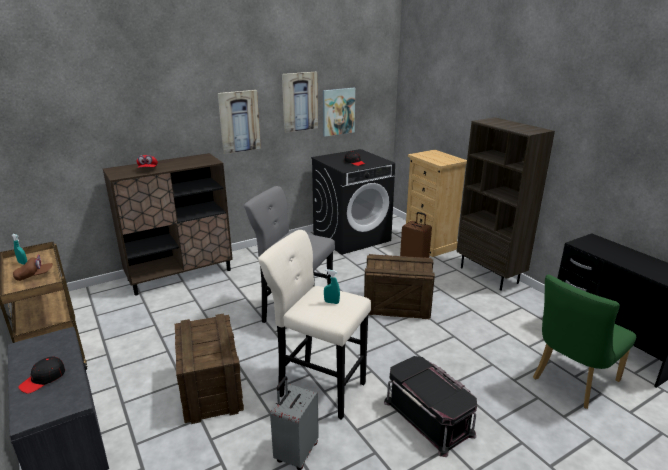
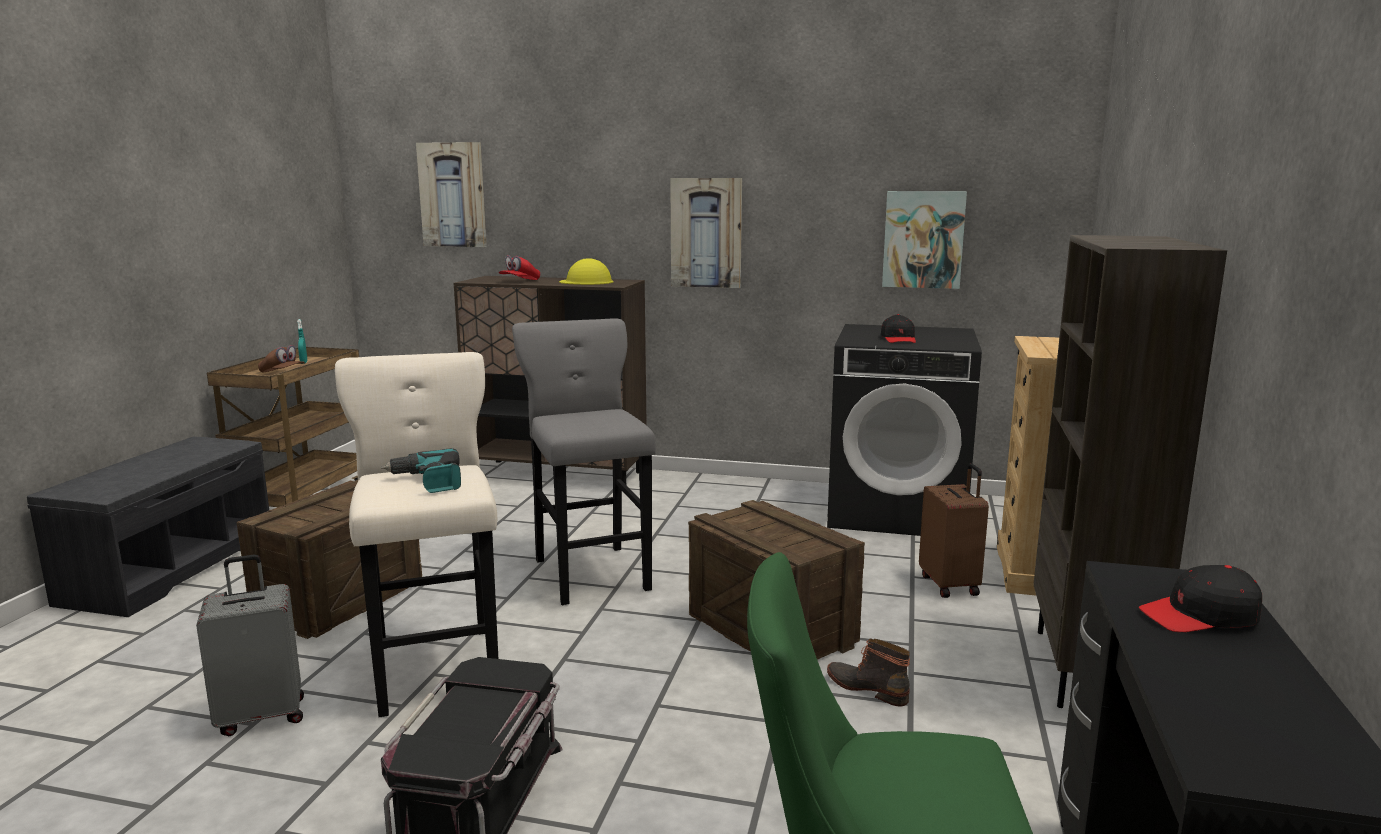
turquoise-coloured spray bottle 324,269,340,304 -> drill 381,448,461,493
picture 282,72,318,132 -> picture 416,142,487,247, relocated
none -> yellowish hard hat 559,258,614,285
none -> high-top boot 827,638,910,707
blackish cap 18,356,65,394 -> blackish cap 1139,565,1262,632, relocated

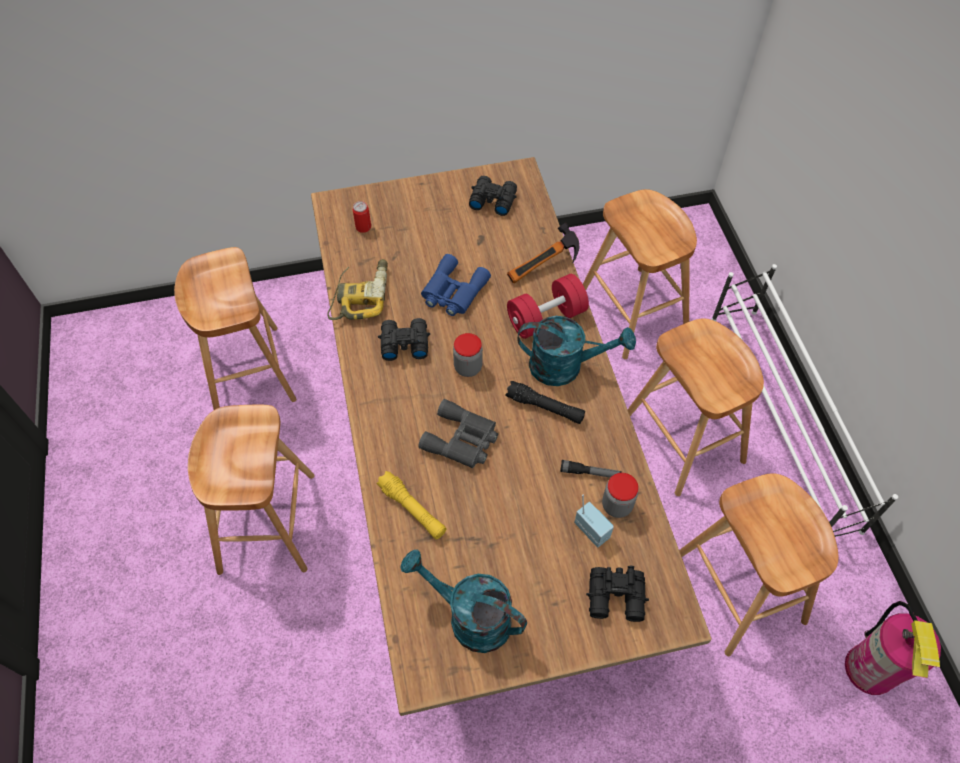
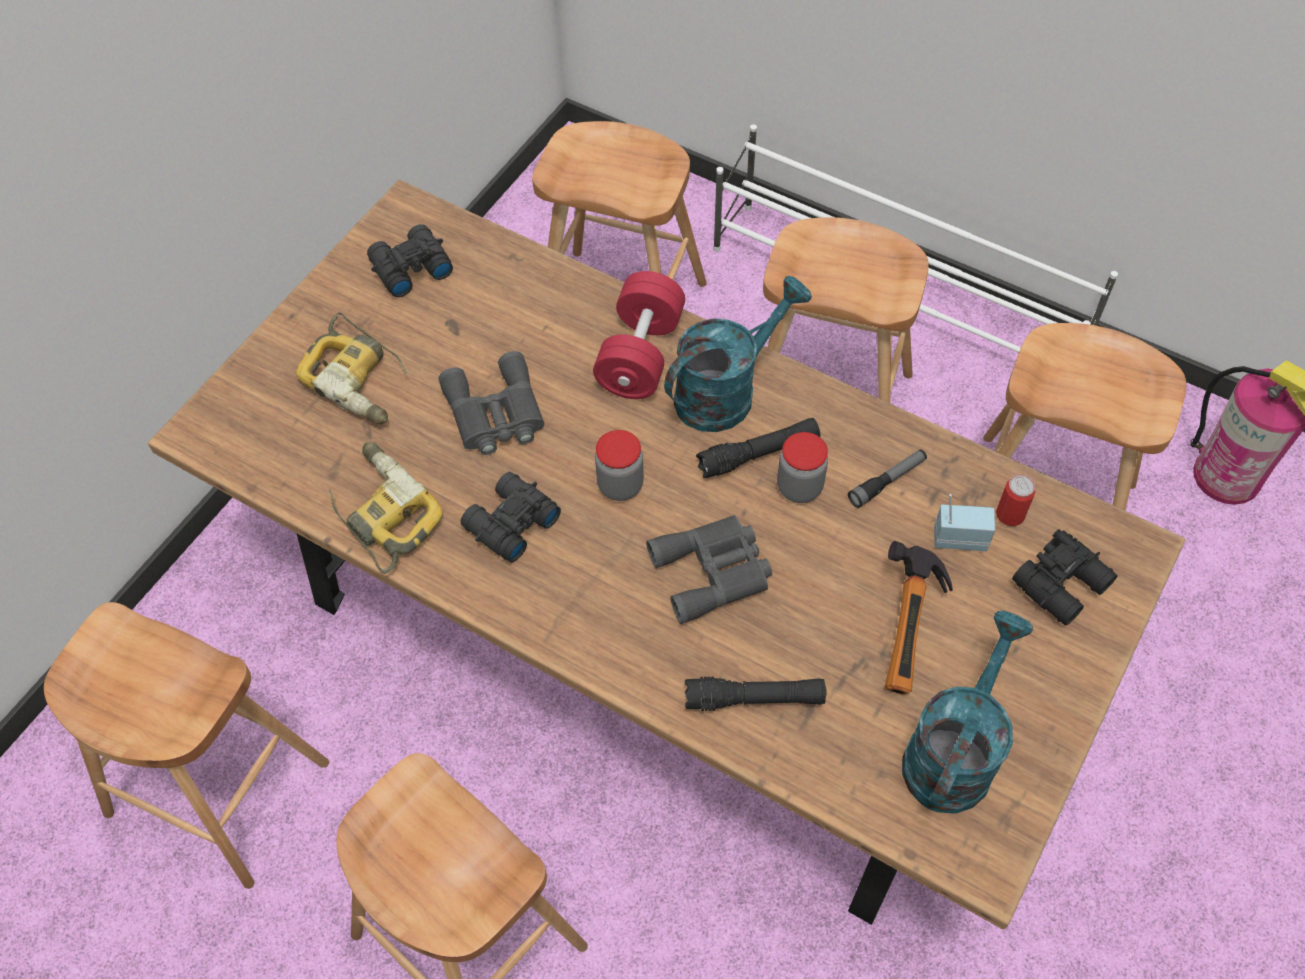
none -> drill 296,313,408,425
bluish binoculars 421,254,491,316 -> gray binoculars 439,351,544,455
yellowish torch 376,471,447,540 -> blackish torch 685,677,827,711
jar 602,473,638,518 -> jar 777,432,828,503, relocated
hand hammer 507,223,580,283 -> hand hammer 885,541,953,694, relocated
turquoise-coloured watering pot 400,549,527,653 -> turquoise-coloured watering pot 902,611,1033,814, 135 degrees clockwise
sealed can 353,201,371,233 -> sealed can 996,474,1036,526, relocated

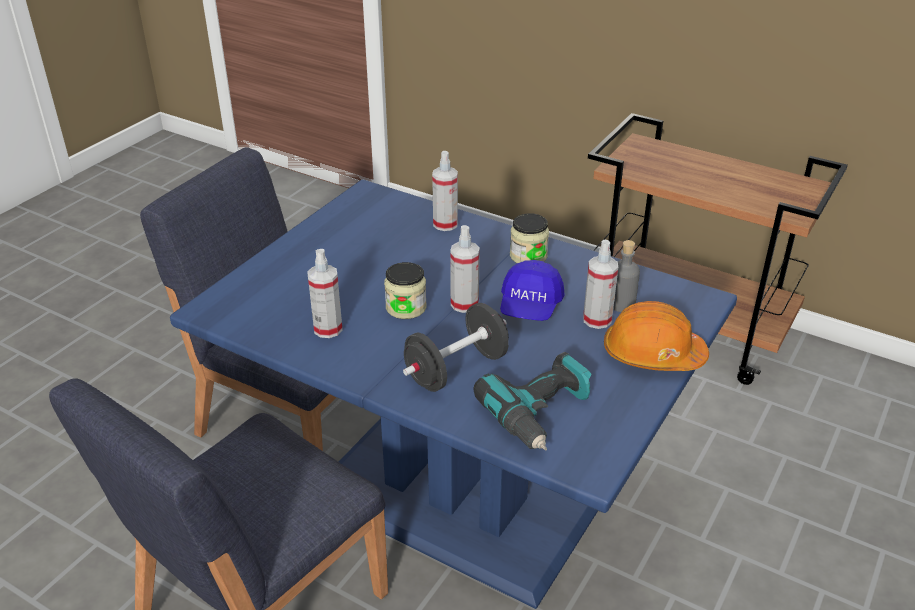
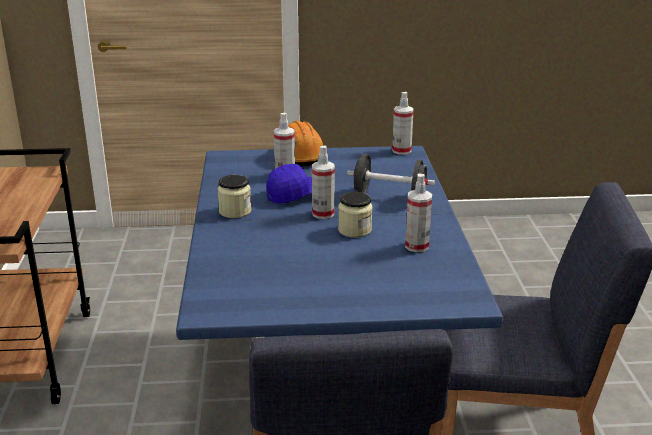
spray bottle 432,151,458,231 -> spray bottle 392,92,414,155, relocated
drill 474,352,591,451 -> none
gray bottle 613,240,640,312 -> none

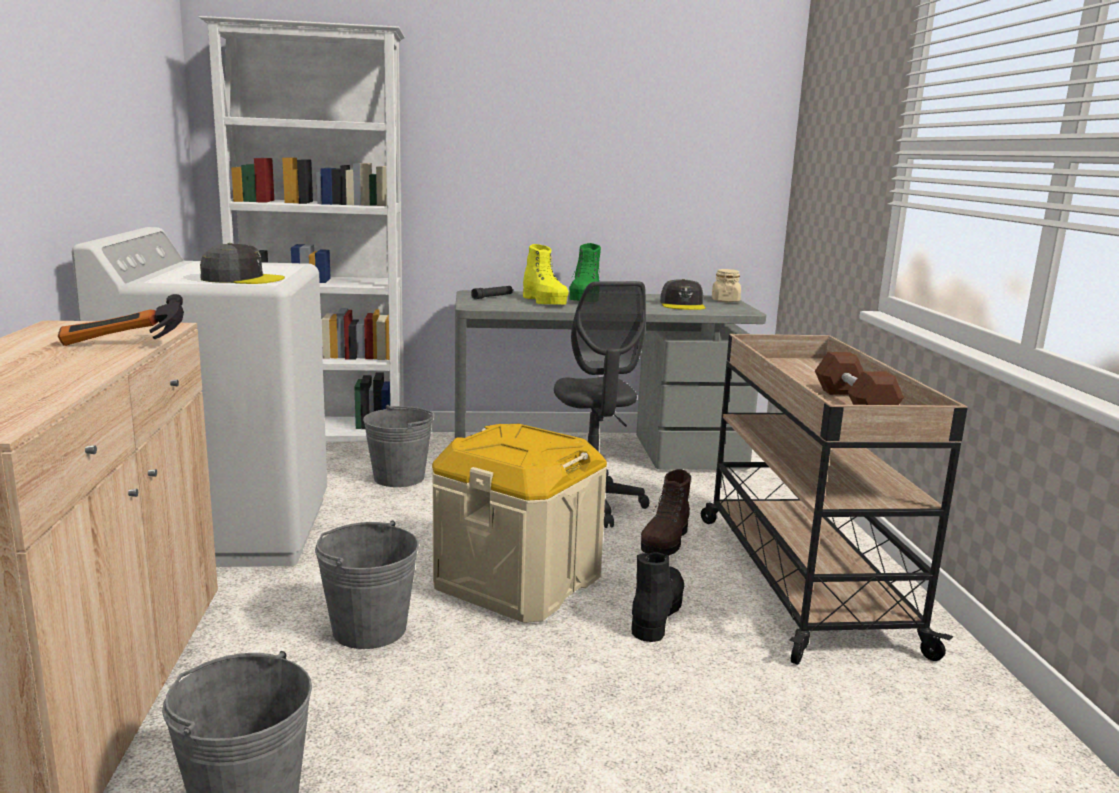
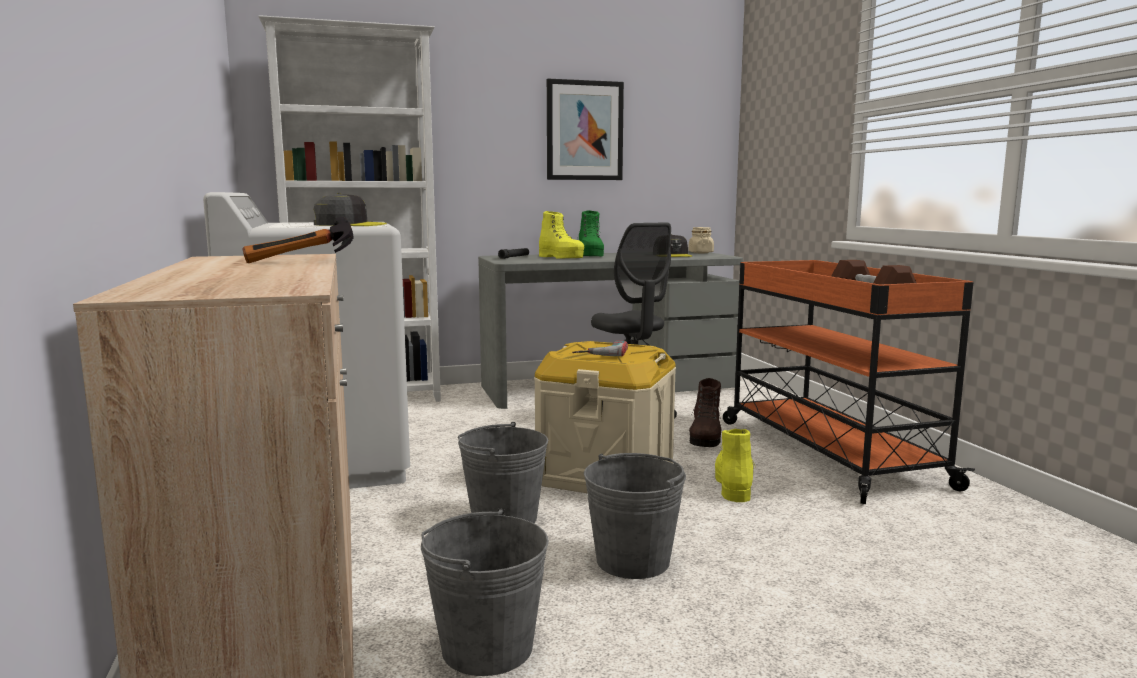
none -> picture 547,79,624,180
none -> drill 572,341,628,356
gray pail 363,405,433,487 -> gray pail 584,453,686,579, relocated
blackish high-top boot 632,552,684,642 -> yellowish high-top boot 715,429,756,502
sand-coloured wheeled cart 701,334,968,665 -> orange wheeled cart 723,260,975,504

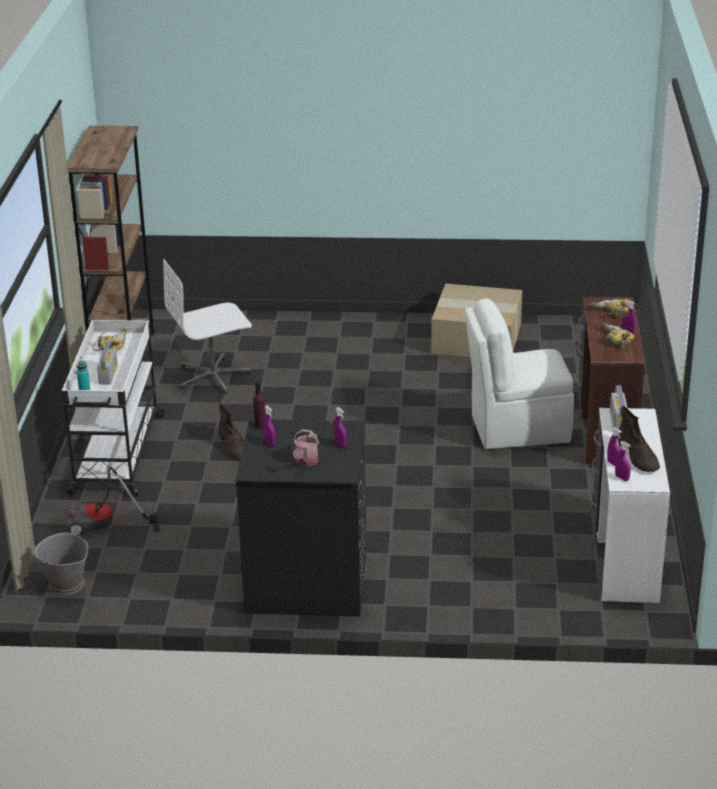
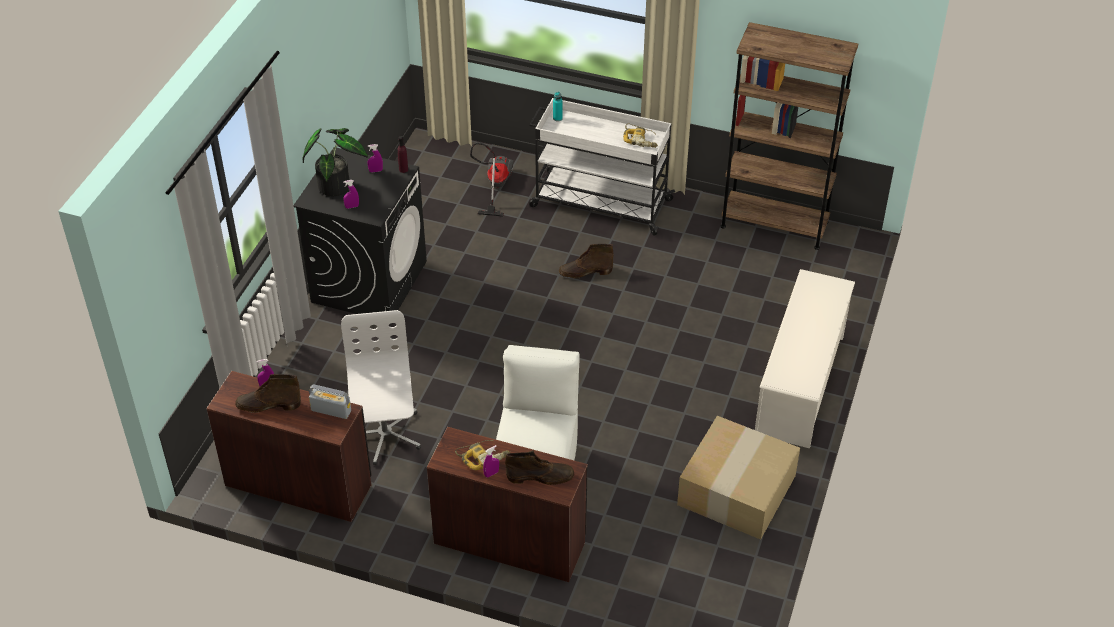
white-coloured desk table 590,408,670,603 -> brown desk table 207,371,372,522
watering pot 293,429,319,467 -> plant in a pot 303,128,368,196
white-coloured desk chair 163,259,252,393 -> white-coloured desk chair 341,310,421,465, relocated
drill 589,299,639,317 -> brown high-top boot 505,450,574,485
none -> white-coloured shoe rack 755,269,855,449
gray pail 34,530,88,595 -> none
radio receiver 97,341,118,384 -> none
purple-coloured spray bottle 615,441,631,481 -> none

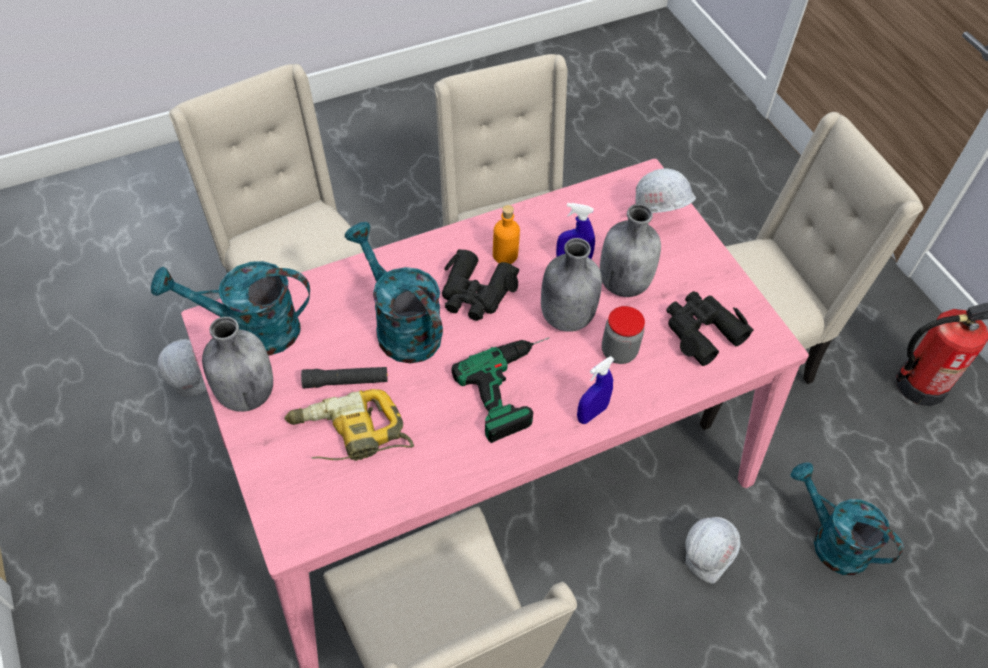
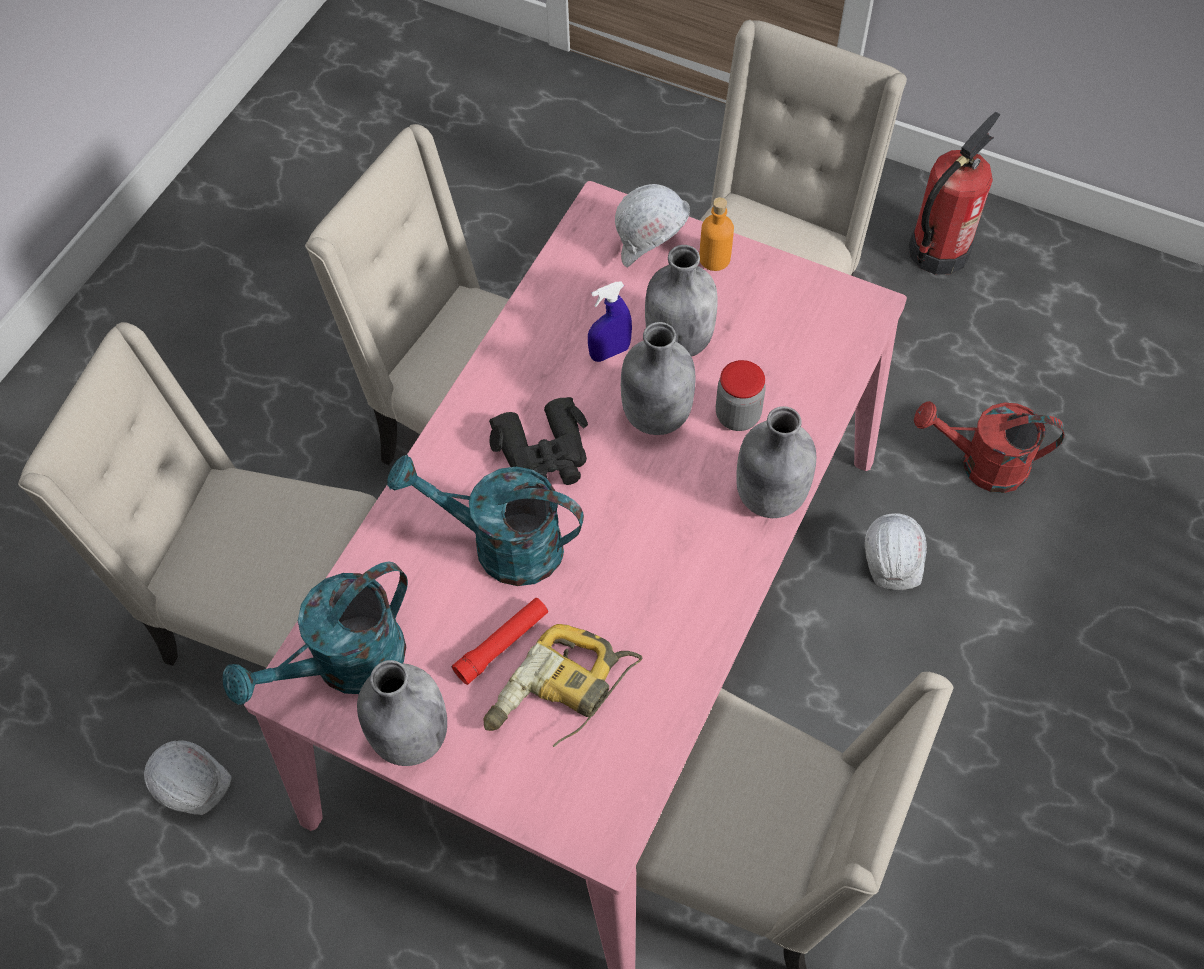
blackish torch 301,367,388,388 -> red-coloured torch 452,598,548,685
orange bottle 493,205,520,264 -> orange bottle 699,197,734,271, relocated
bluish spray bottle 577,356,615,424 -> gray bottle 736,406,816,518
turquoise-coloured watering pot 790,462,904,575 -> red-coloured watering pot 914,401,1064,493
drill 452,337,549,443 -> none
blackish binoculars 667,291,754,366 -> none

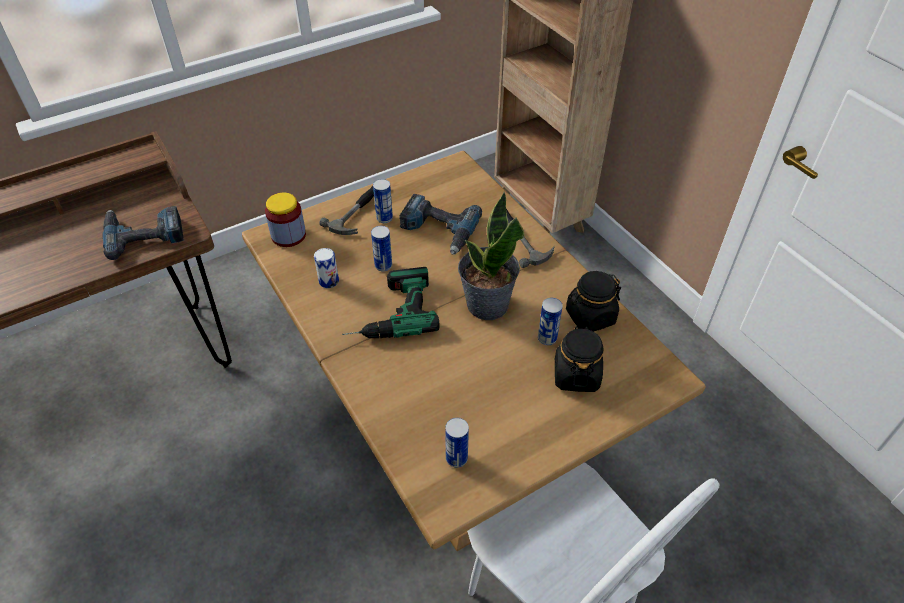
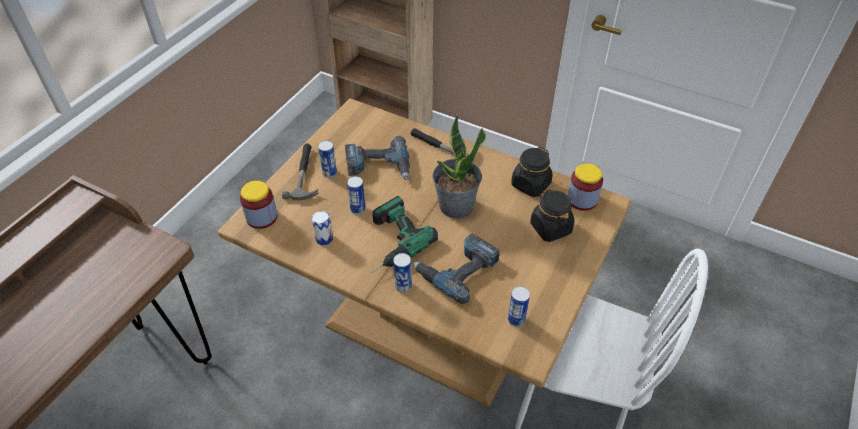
sealed can 538,298,563,345 -> sealed can 393,253,412,293, relocated
drill 102,206,184,260 -> drill 413,233,500,304, relocated
none -> jar 567,163,603,211

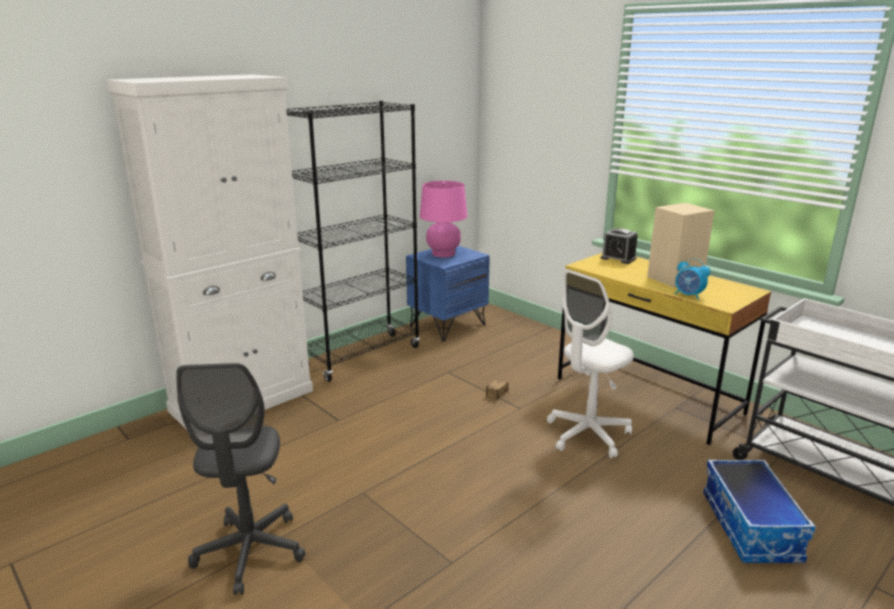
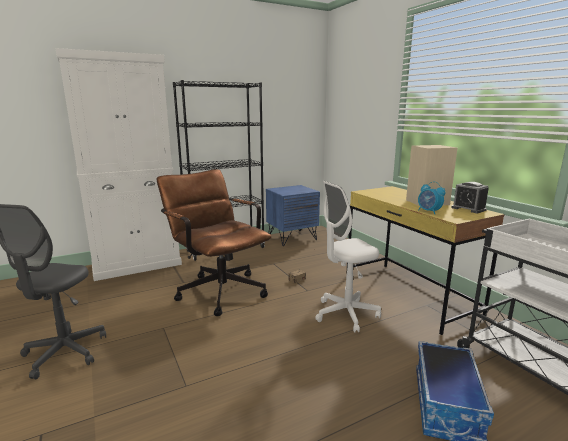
none -> brown desk chair 157,169,272,316
alarm clock 601,228,638,264 -> alarm clock 451,182,489,213, relocated
pink-coloured tabletop lamp 420,181,467,257 -> none

